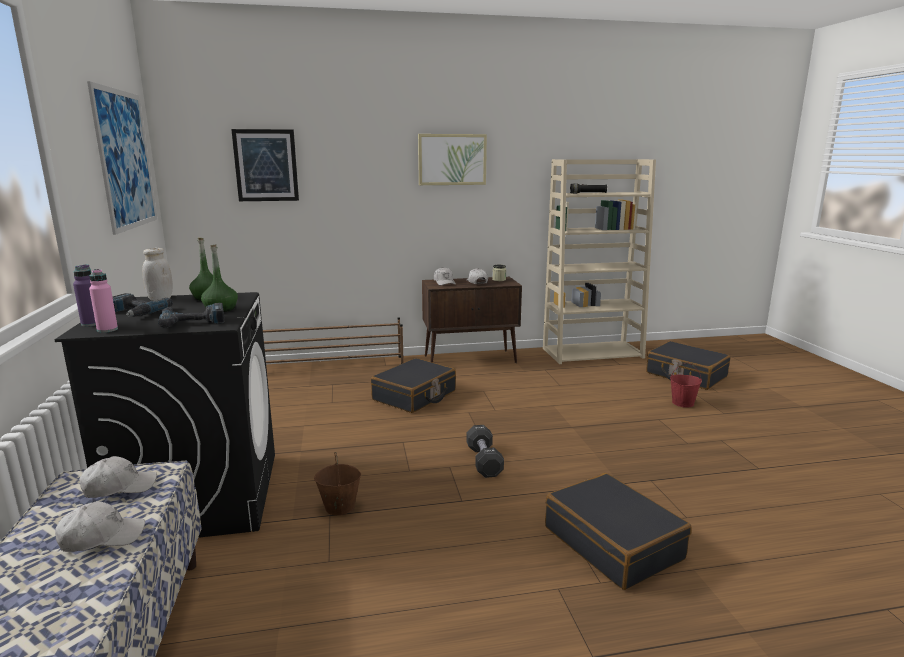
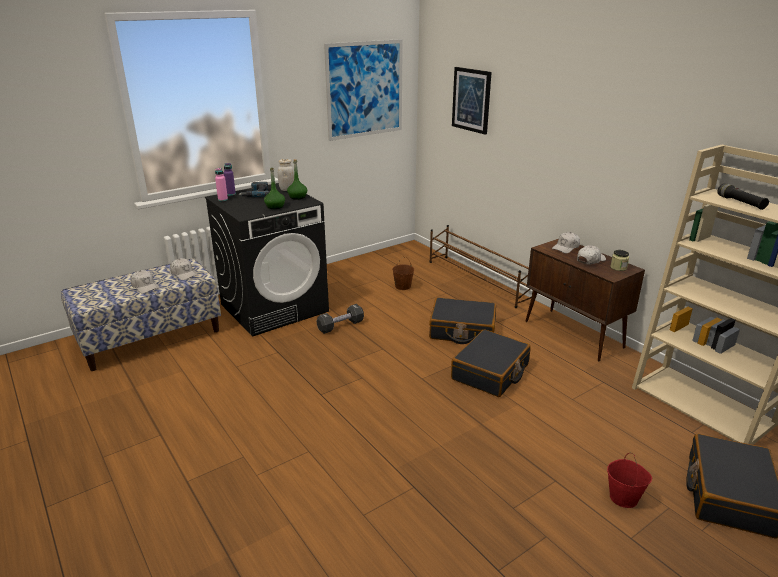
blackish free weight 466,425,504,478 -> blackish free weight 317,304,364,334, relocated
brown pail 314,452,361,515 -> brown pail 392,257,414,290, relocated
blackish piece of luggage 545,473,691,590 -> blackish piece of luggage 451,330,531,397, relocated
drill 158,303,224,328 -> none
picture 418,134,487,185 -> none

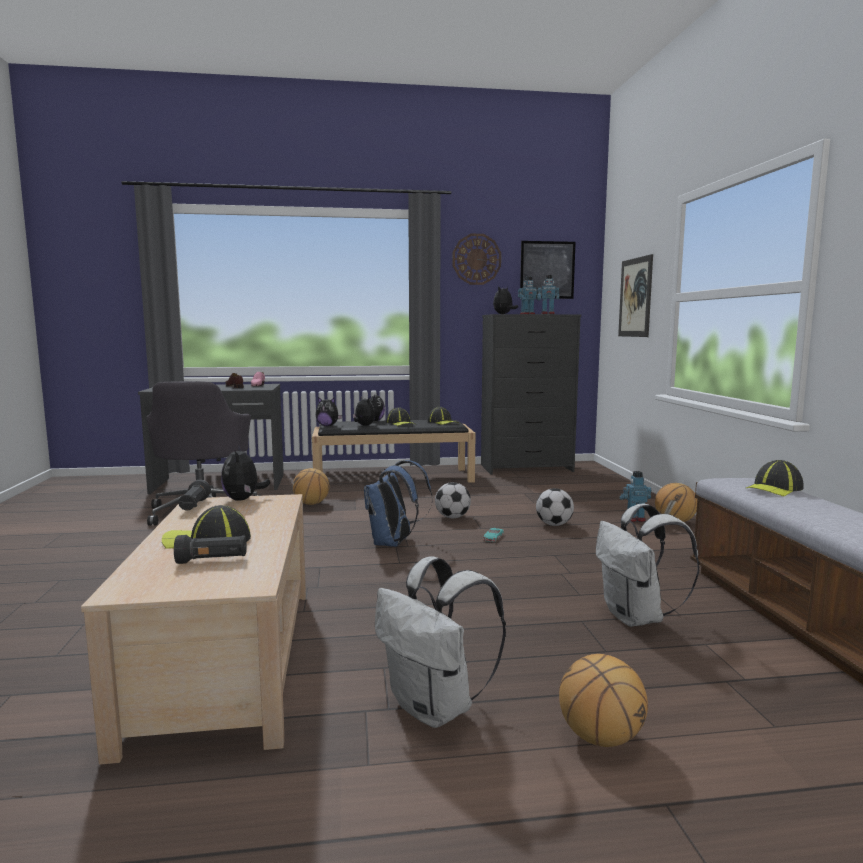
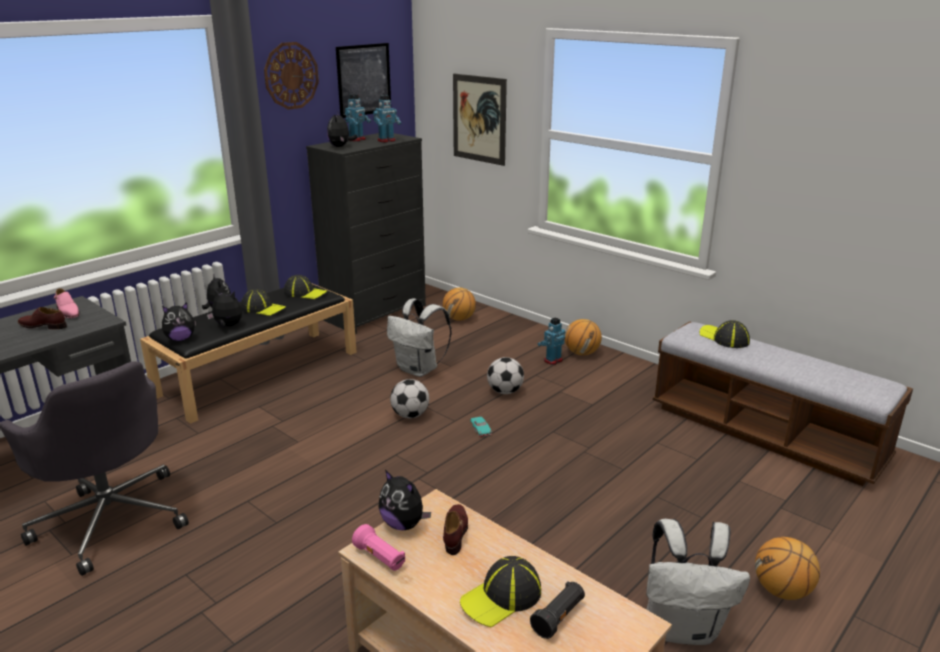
blackish torch 178,480,211,511 -> pink-coloured torch 352,524,405,571
white-coloured backpack 596,503,700,627 -> white-coloured backpack 387,298,451,377, relocated
basketball ball 292,468,329,505 -> basketball ball 443,288,476,321, relocated
none -> brown shoe 443,504,468,555
cap 745,460,804,497 -> cap 700,320,750,348, 135 degrees clockwise
bluish backpack 364,460,432,547 -> none

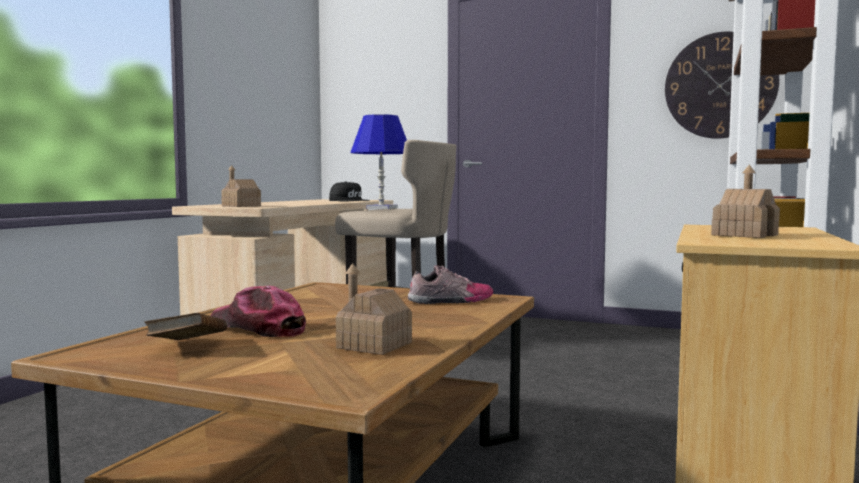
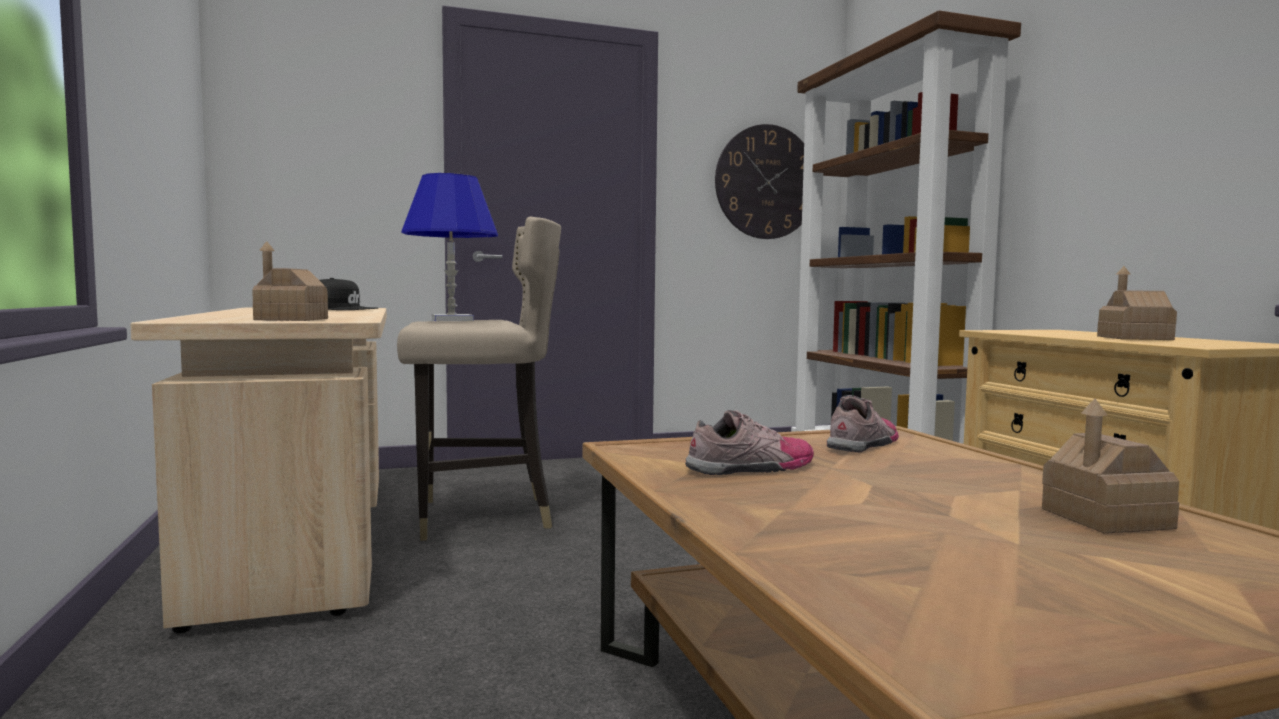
none -> shoe 685,410,814,475
brown book 144,313,227,340 -> none
cap 211,286,306,338 -> none

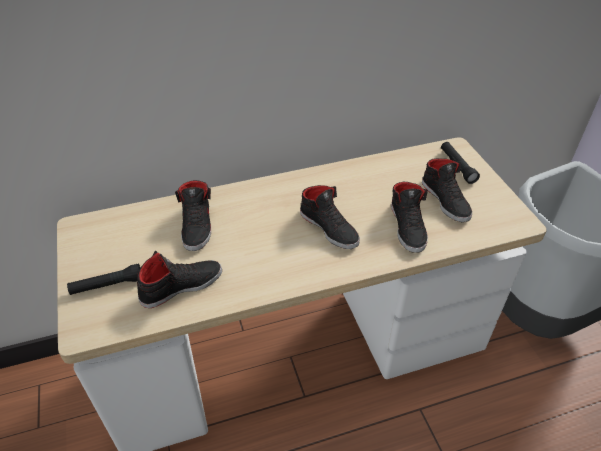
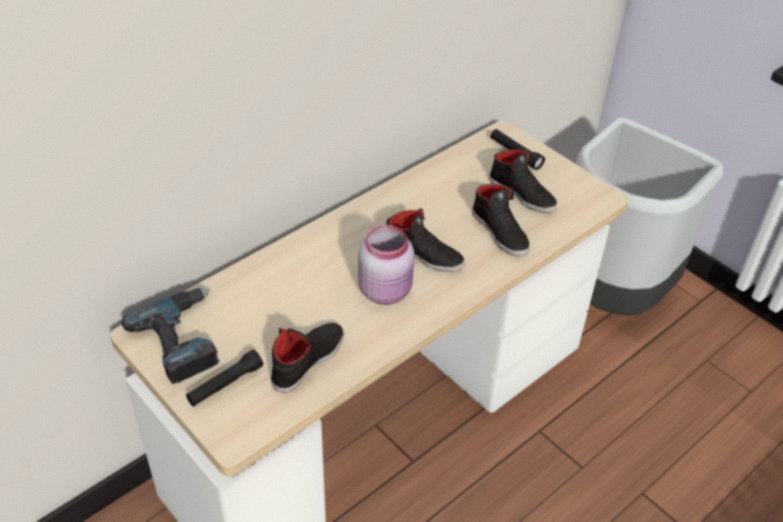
none -> drill 121,288,219,384
none -> pink-coloured jar 358,225,414,305
blackish shoe 175,180,211,251 -> none

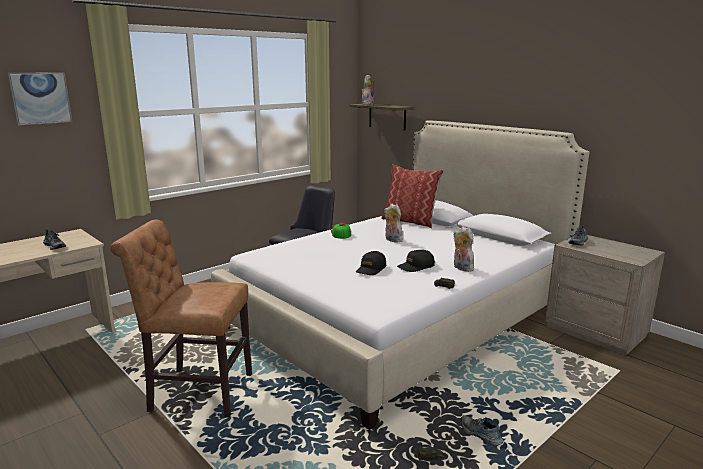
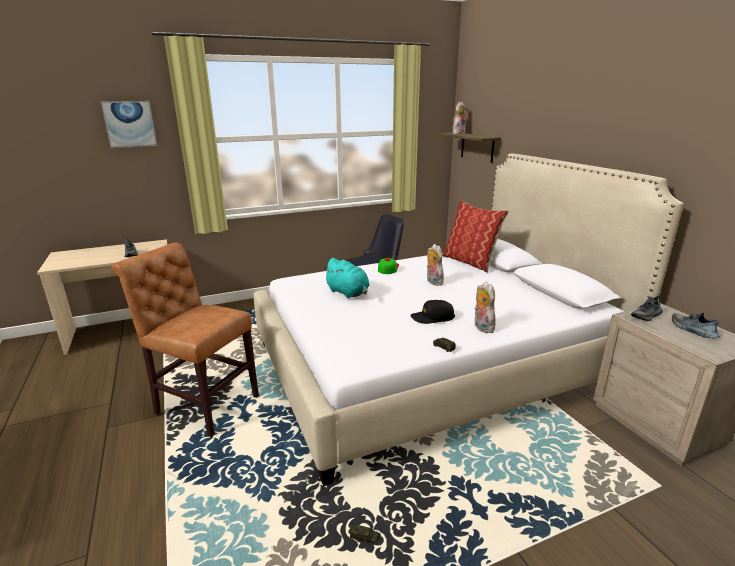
none -> turquoise-coloured plush toy 323,258,369,298
shoe 461,415,504,446 -> shoe 672,313,720,338, relocated
blackish cap 356,251,386,275 -> none

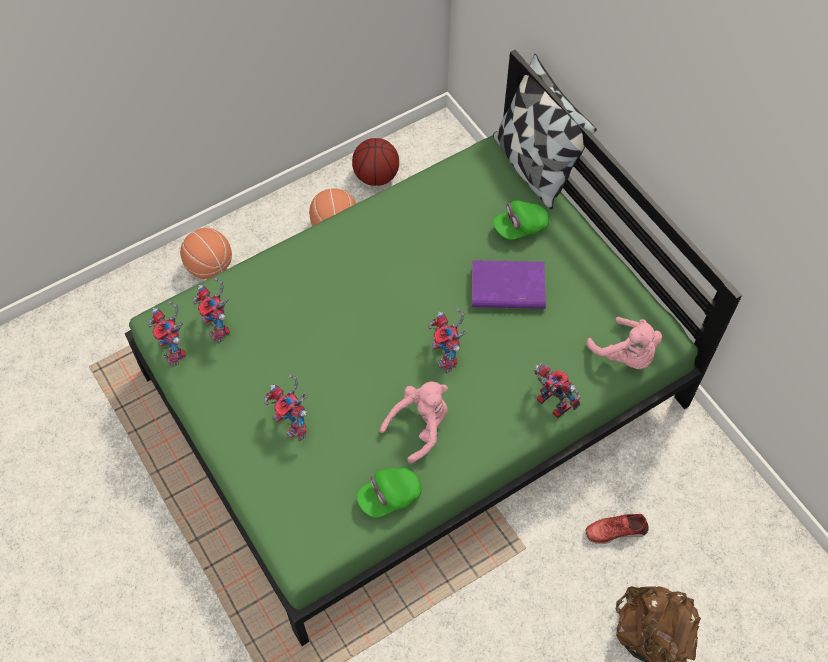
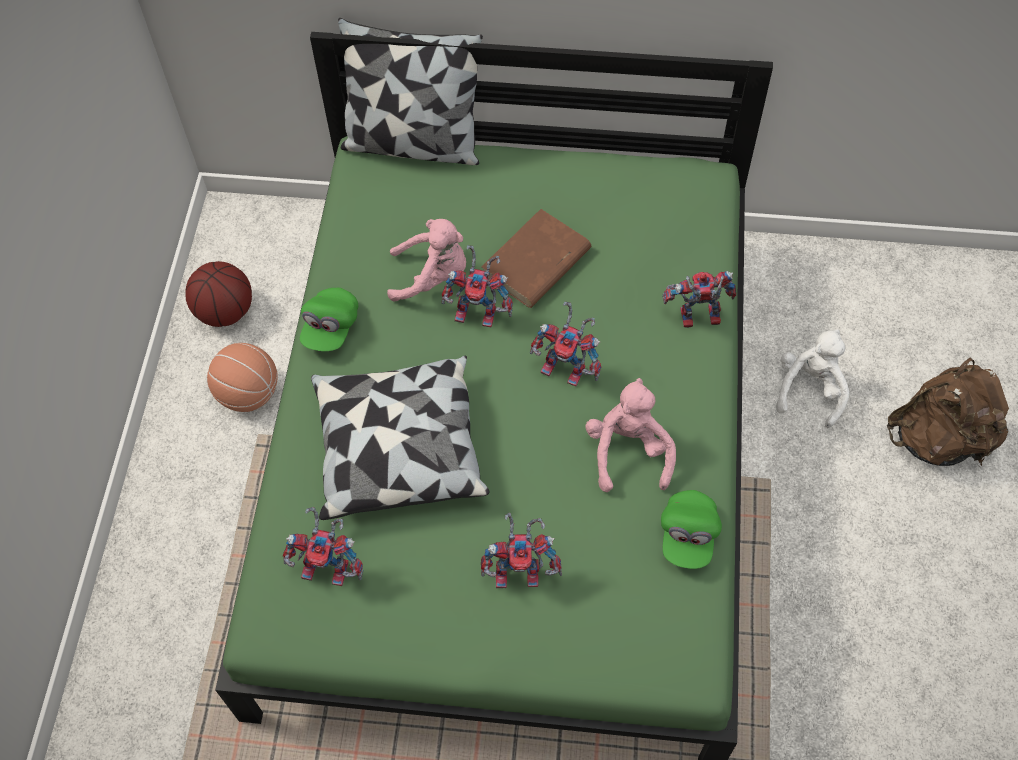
greenish cap 493,201,549,240 -> greenish cap 300,288,358,351, relocated
none -> cushion 311,355,490,520
pink-coloured plush toy 586,317,662,369 -> pink-coloured plush toy 387,219,466,302, relocated
robot figure 148,301,186,367 -> robot figure 441,245,513,328, relocated
purple-coloured book 472,260,546,309 -> brown book 481,209,591,308
red-coloured shoe 585,514,649,544 -> white-coloured plush toy 776,329,850,428
basketball ball 180,228,232,279 -> none

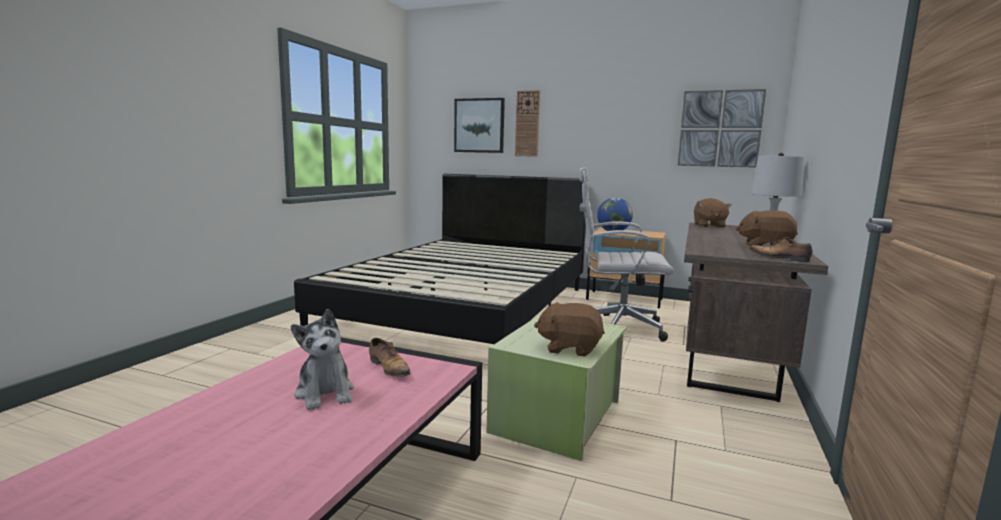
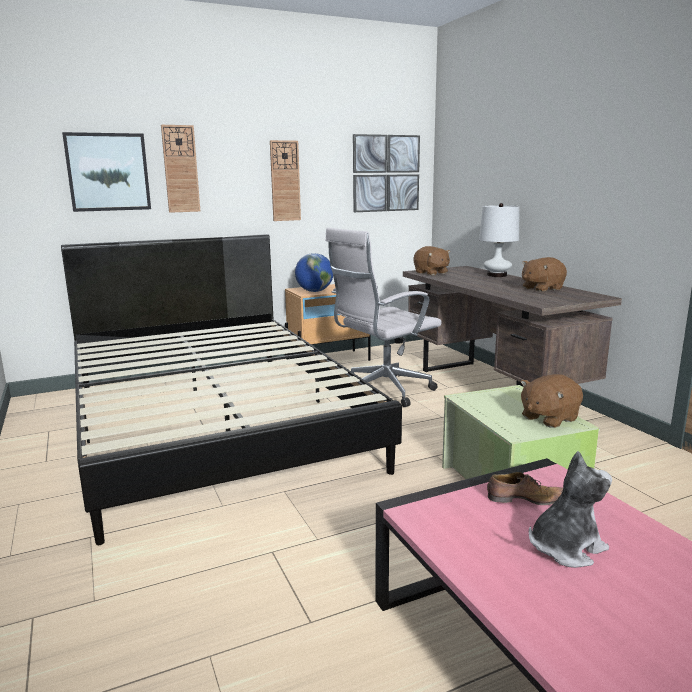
none -> wall clock 270,140,301,221
plush toy 291,309,354,410 -> plush toy 529,451,612,568, 45 degrees counterclockwise
shoe 749,237,813,262 -> none

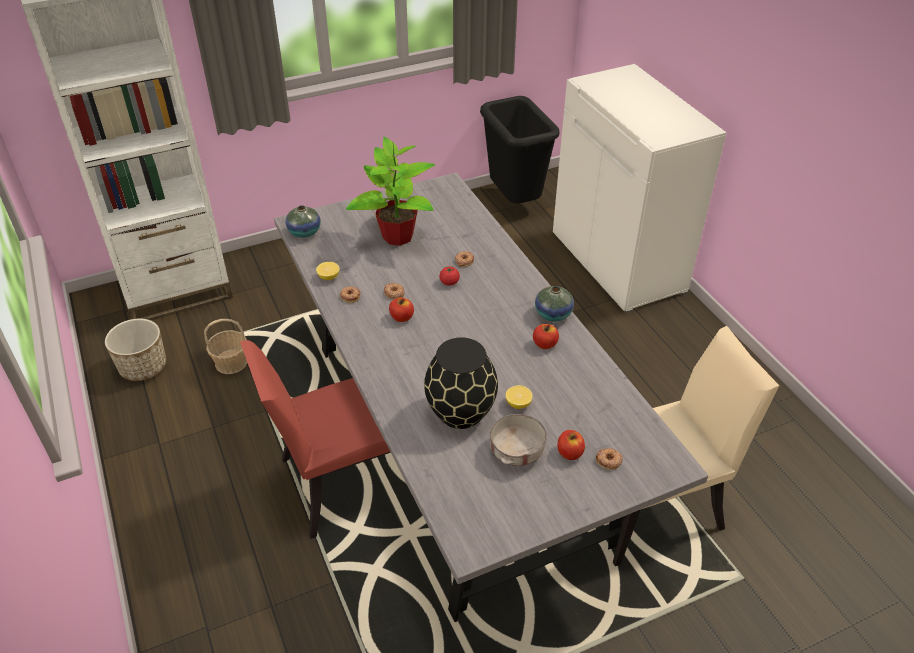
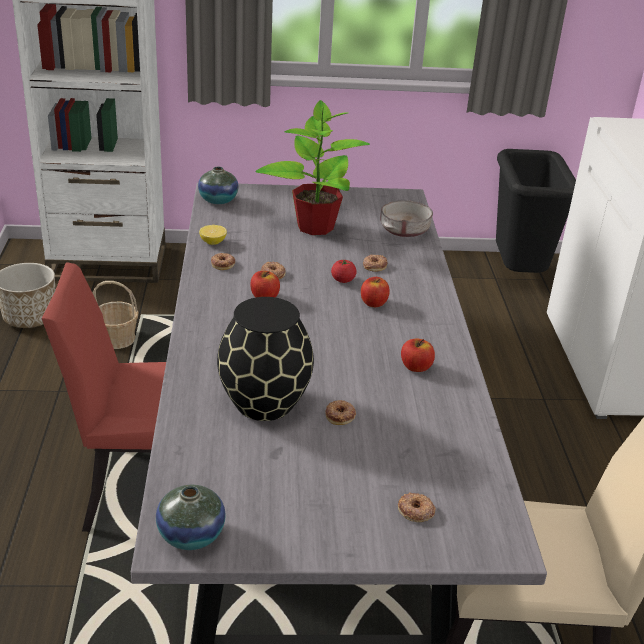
vase 535,286,574,322 -> vase 156,485,226,550, relocated
whole lemon 506,385,533,409 -> ring doughnut 325,400,356,425
apple 557,430,585,460 -> apple 361,277,389,307, relocated
gray serving bowl 490,414,547,466 -> gray serving bowl 380,200,433,237, relocated

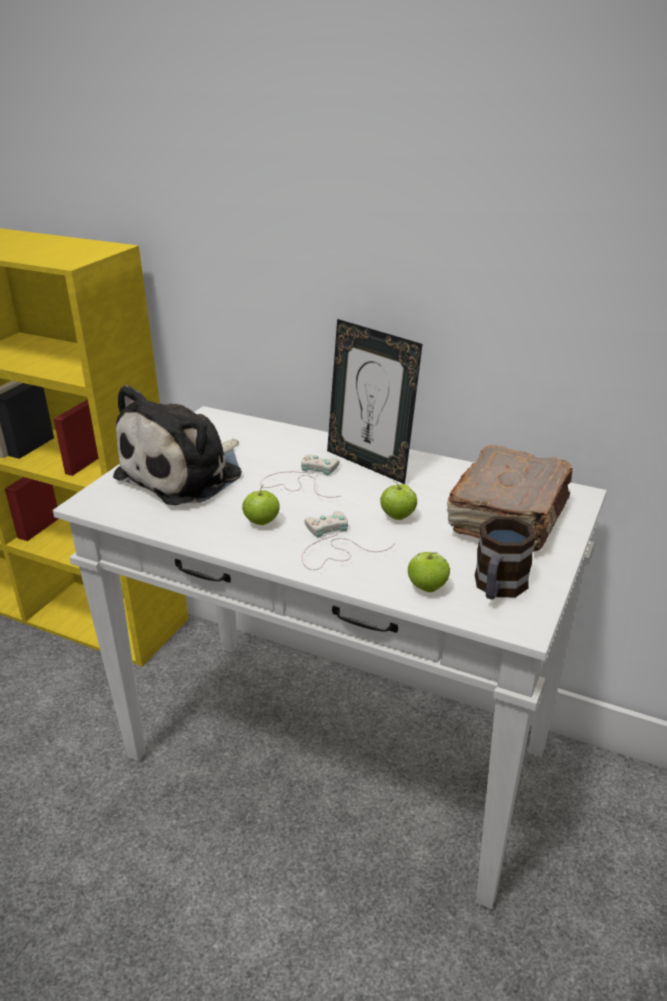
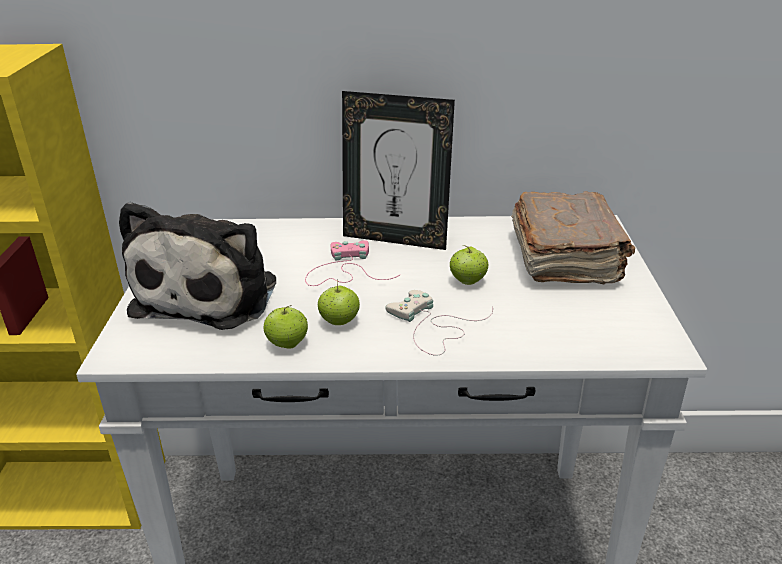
apple 408,552,450,592 -> apple 264,305,308,349, relocated
white-coloured gamepad 260,454,340,498 -> pink-coloured gamepad 305,240,400,286
coffee mug 475,516,536,599 -> none

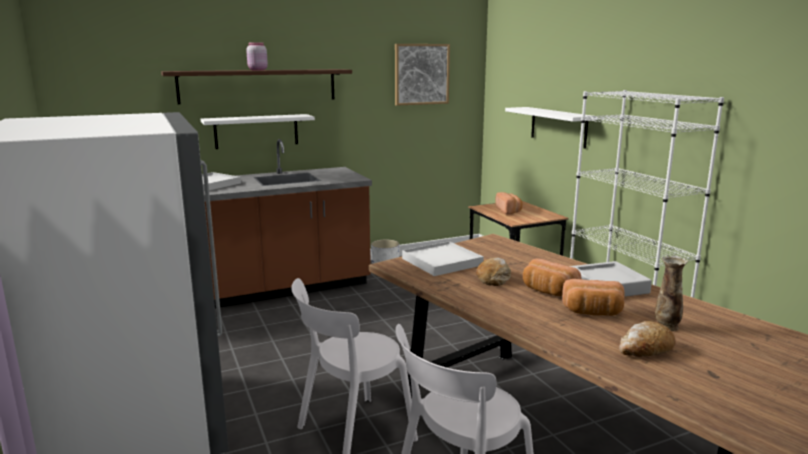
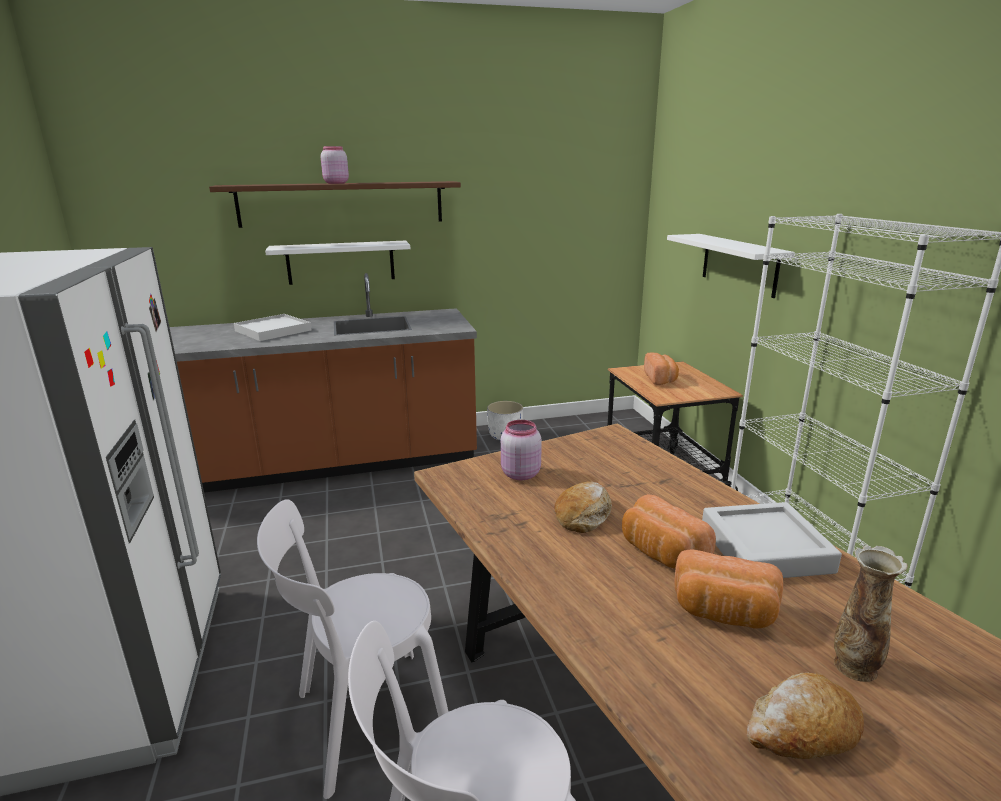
white-coloured serving tray 402,241,484,276 -> pink-coloured jar 501,420,542,480
picture 395,44,450,106 -> none

